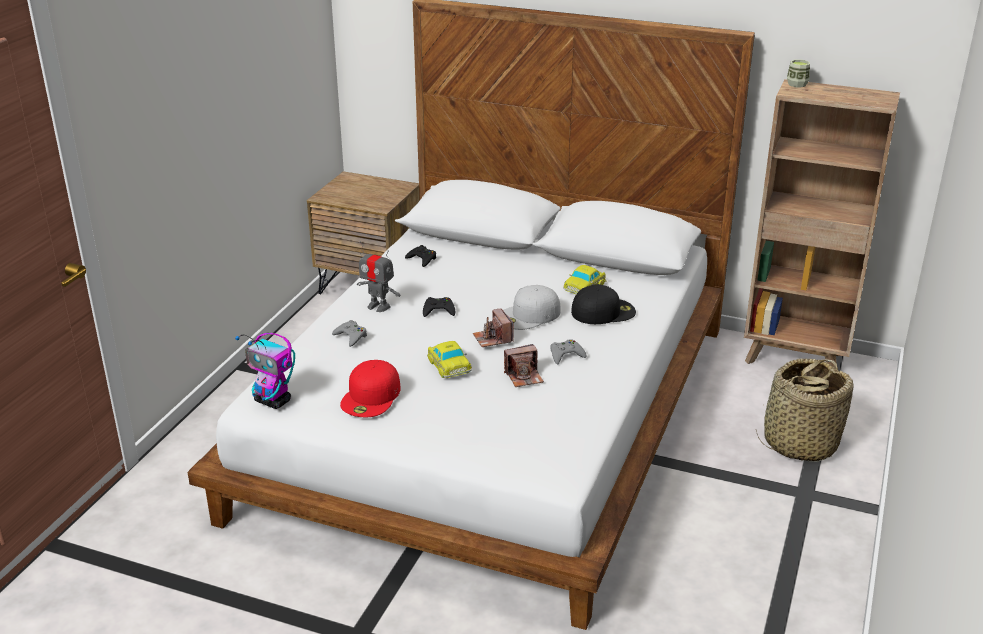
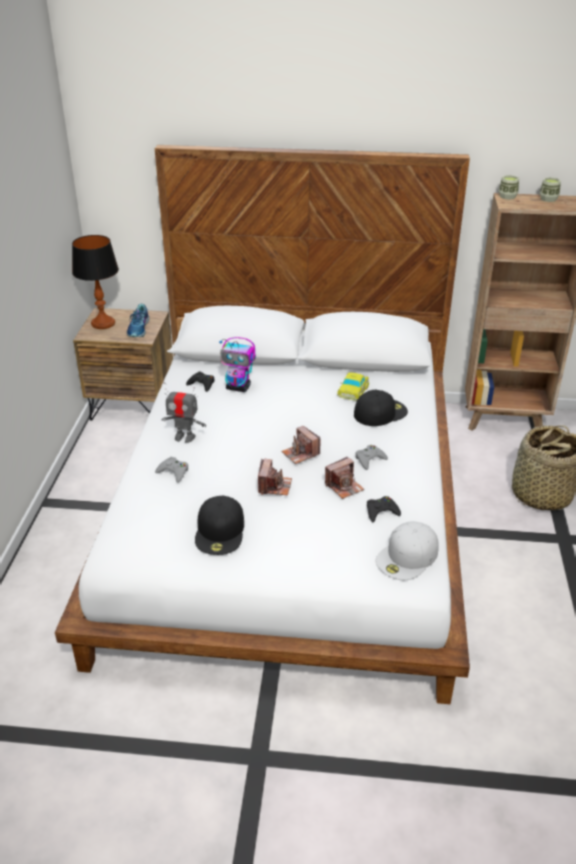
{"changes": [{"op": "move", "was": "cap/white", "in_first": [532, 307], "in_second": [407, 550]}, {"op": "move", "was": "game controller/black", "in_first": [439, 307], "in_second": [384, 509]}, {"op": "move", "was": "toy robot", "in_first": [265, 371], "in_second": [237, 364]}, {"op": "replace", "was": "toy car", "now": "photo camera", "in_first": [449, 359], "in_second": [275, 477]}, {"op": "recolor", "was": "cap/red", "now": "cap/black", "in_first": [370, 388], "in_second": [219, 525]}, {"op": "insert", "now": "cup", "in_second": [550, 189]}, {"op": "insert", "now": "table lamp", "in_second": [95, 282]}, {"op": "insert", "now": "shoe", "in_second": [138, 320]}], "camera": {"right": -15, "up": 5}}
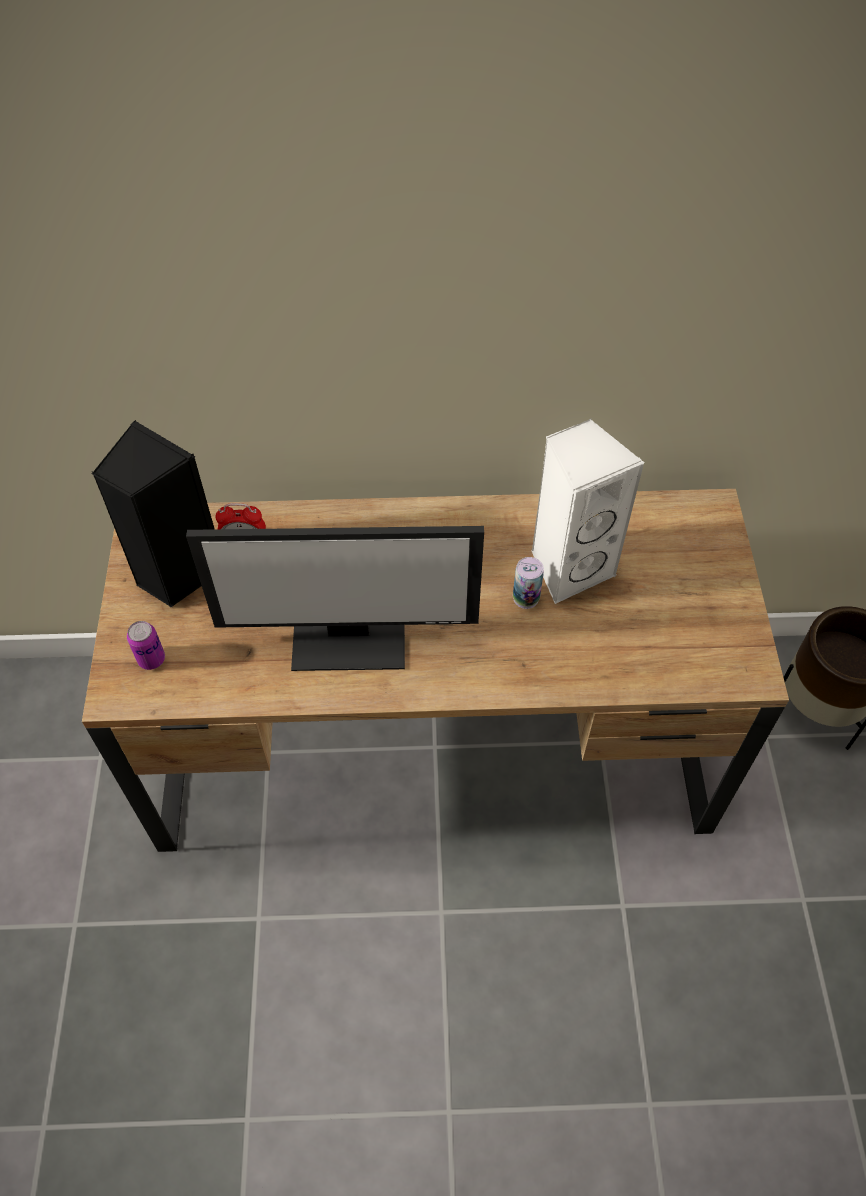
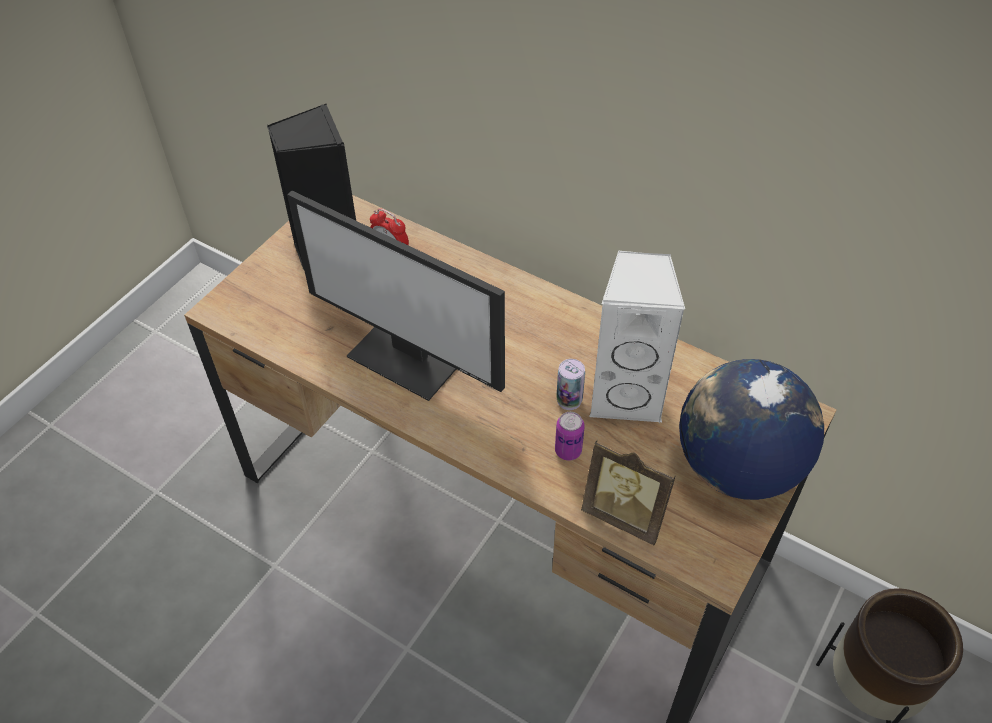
{"changes": [{"op": "move", "was": "can", "in_first": [146, 645], "in_second": [570, 436]}, {"op": "insert", "now": "globe", "in_second": [751, 429]}, {"op": "insert", "now": "picture frame", "in_second": [628, 492]}], "camera": {"right": 35, "up": -5}}
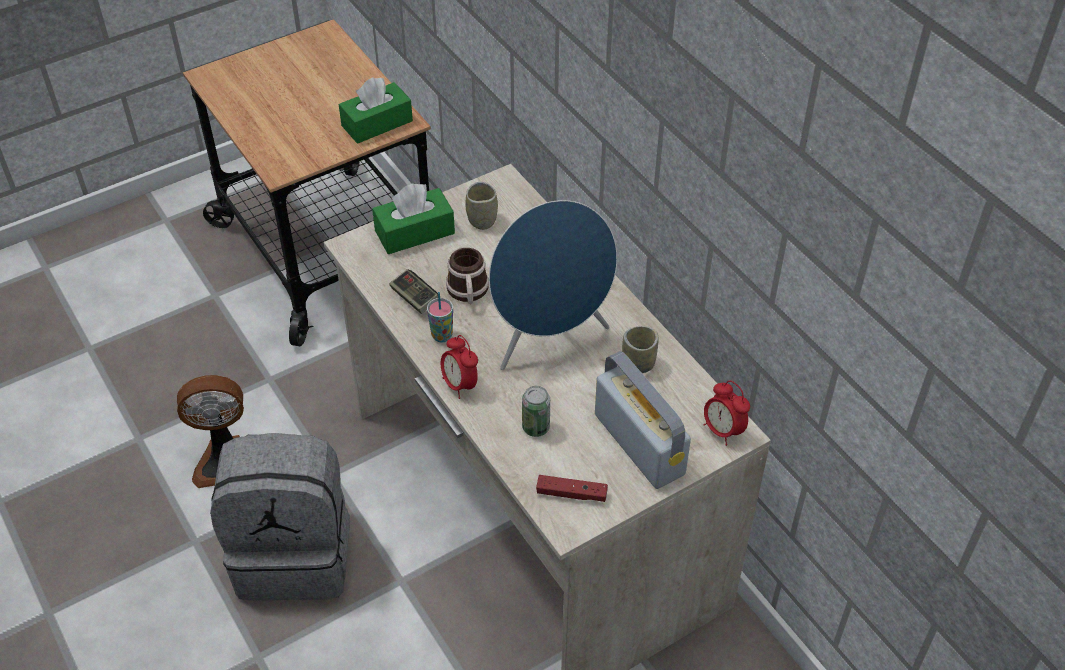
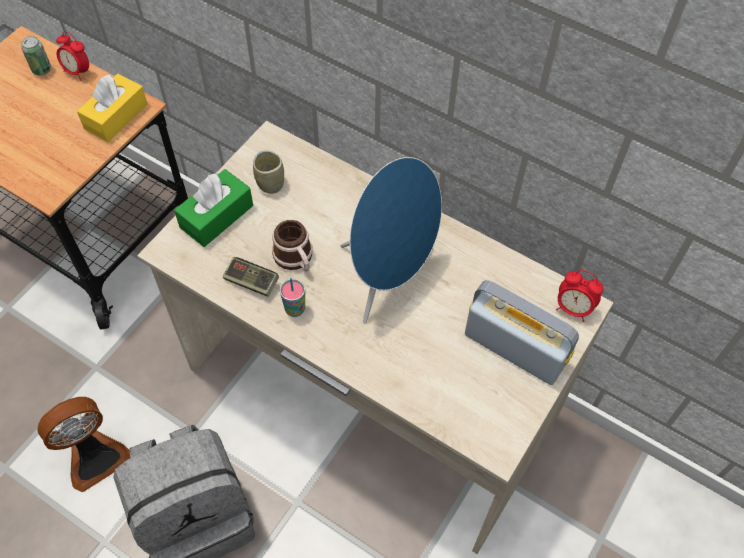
{"changes": [{"op": "recolor", "was": "tissue box/green", "now": "tissue box/yellow", "in_first": [376, 110], "in_second": [112, 108]}, {"op": "delete", "was": "cup", "in_first": [640, 349]}, {"op": "move", "was": "alarm clock", "in_first": [459, 367], "in_second": [72, 56]}, {"op": "move", "was": "can", "in_first": [536, 411], "in_second": [36, 56]}, {"op": "delete", "was": "game controller/red", "in_first": [572, 488]}], "camera": {"right": -25, "up": 10}}
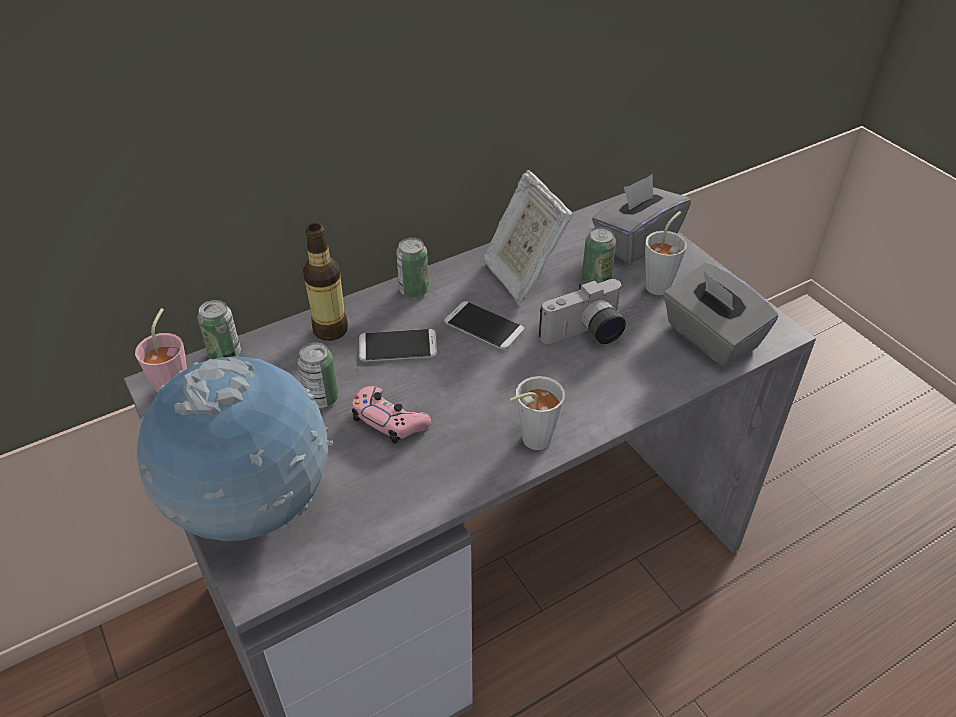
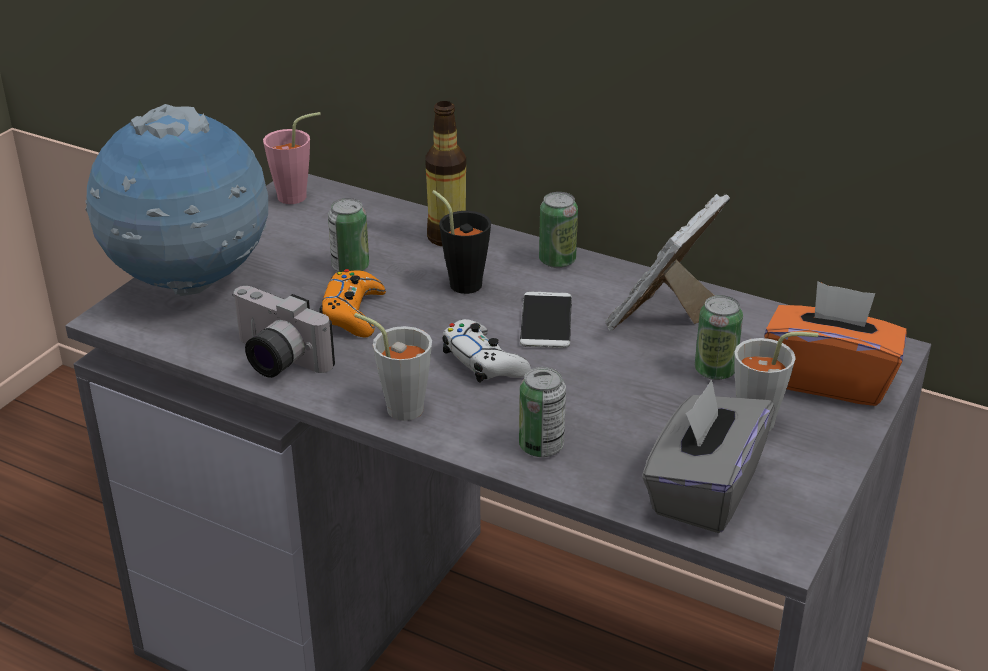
{"changes": [{"op": "recolor", "was": "tissue box/grey", "now": "tissue box/orange", "in_first": [641, 219], "in_second": [835, 343]}, {"op": "move", "was": "photo camera", "in_first": [582, 311], "in_second": [283, 332]}, {"op": "move", "was": "can", "in_first": [219, 329], "in_second": [542, 412]}, {"op": "replace", "was": "phone", "now": "cup/black", "in_first": [398, 345], "in_second": [461, 242]}, {"op": "recolor", "was": "game controller/pink", "now": "game controller/orange", "in_first": [391, 415], "in_second": [352, 303]}, {"op": "insert", "now": "game controller/white", "in_second": [486, 350]}], "camera": {"right": 60, "up": -10}}
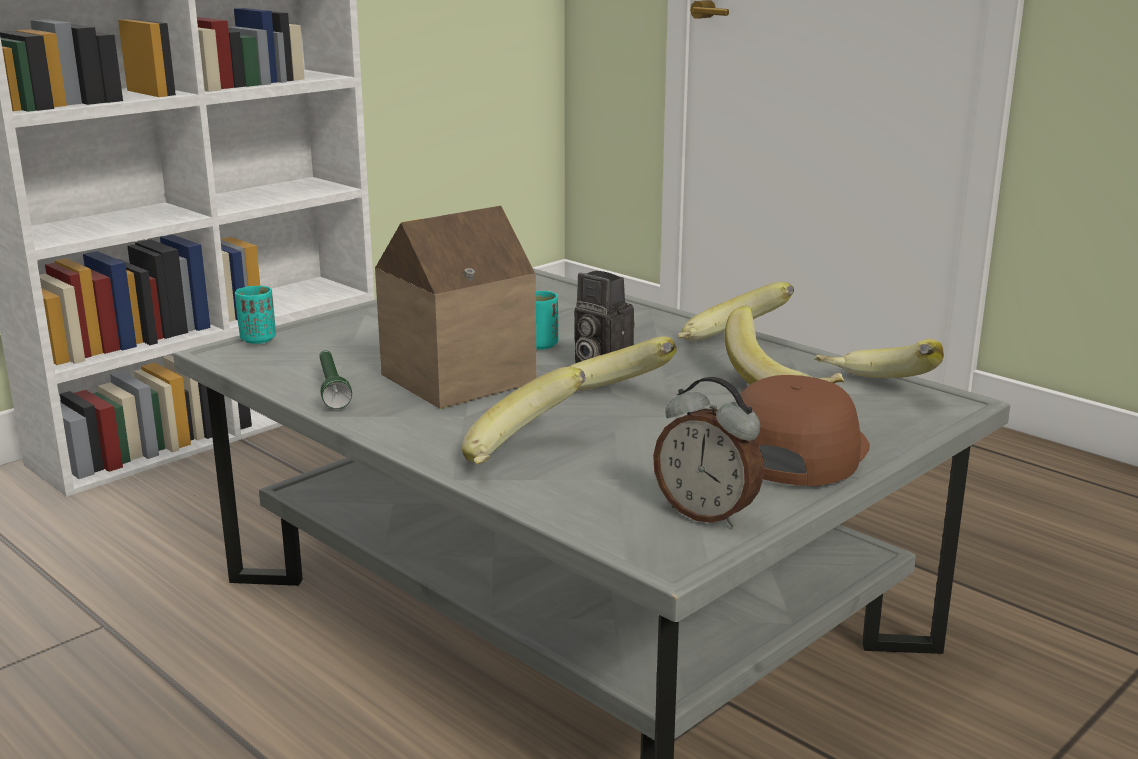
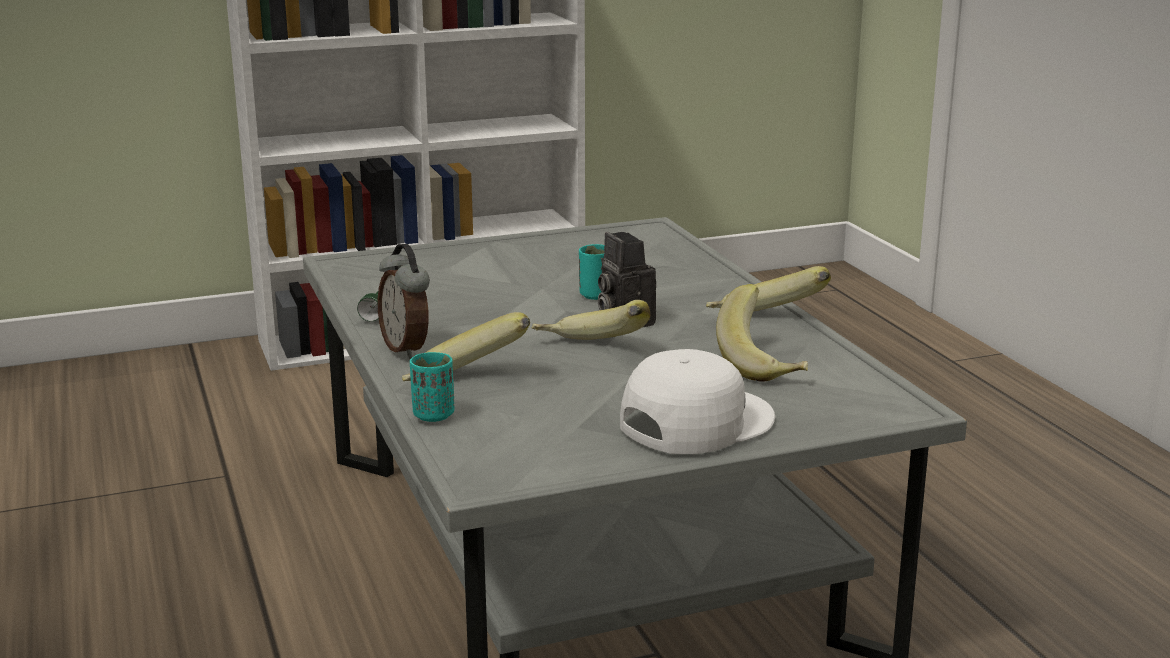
{"changes": [{"op": "delete", "was": "toy house", "in_first": [456, 307]}, {"op": "move", "was": "cup/turquoise", "in_first": [255, 315], "in_second": [432, 387]}, {"op": "delete", "was": "banana", "in_first": [879, 358]}, {"op": "recolor", "was": "cap/brown", "now": "cap/white", "in_first": [803, 430], "in_second": [697, 401]}, {"op": "move", "was": "alarm clock", "in_first": [708, 452], "in_second": [404, 301]}], "camera": {"right": 25, "up": 0}}
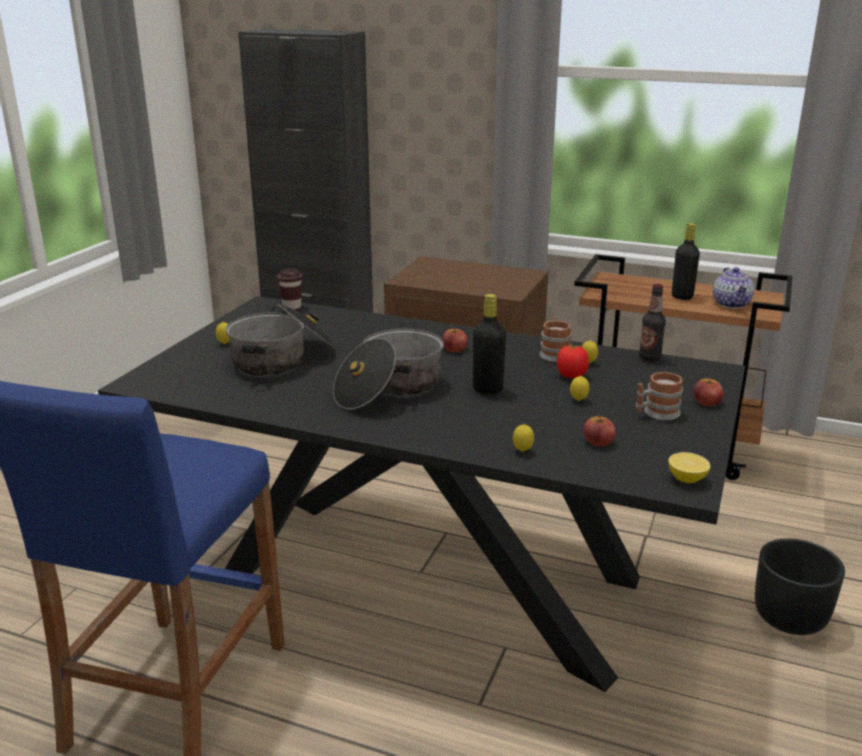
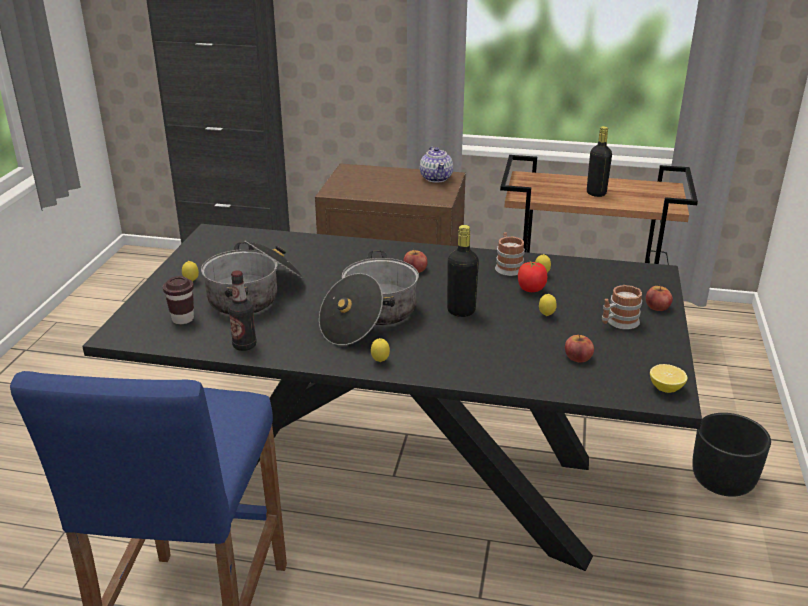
{"changes": [{"op": "move", "was": "teapot", "in_first": [733, 288], "in_second": [436, 164]}, {"op": "move", "was": "cup/brown", "in_first": [290, 289], "in_second": [178, 300]}, {"op": "move", "was": "bottle", "in_first": [652, 322], "in_second": [242, 310]}, {"op": "move", "was": "lemon", "in_first": [523, 438], "in_second": [380, 350]}], "camera": {"right": -10, "up": 5}}
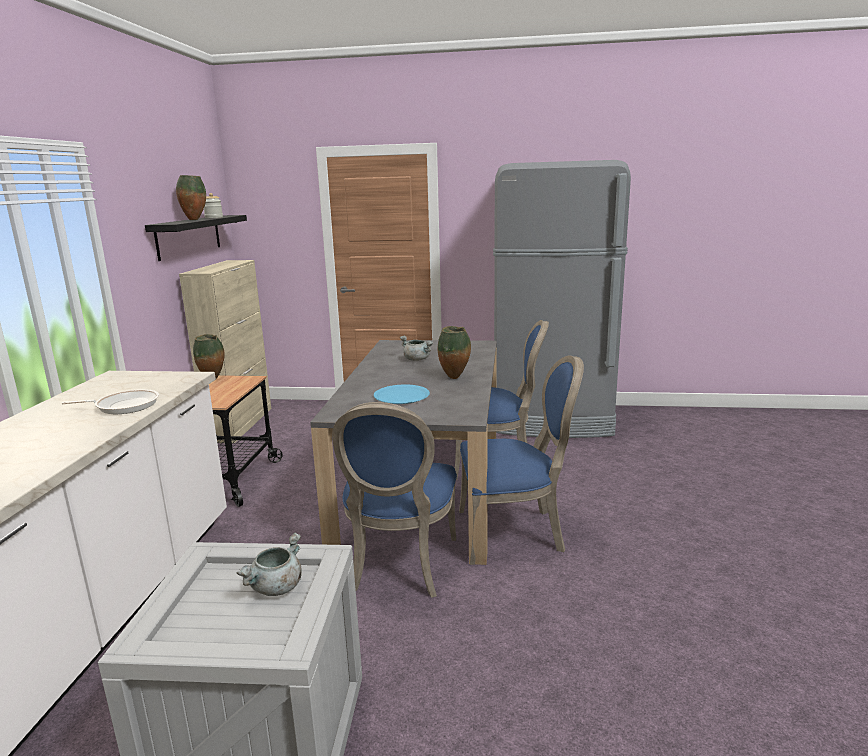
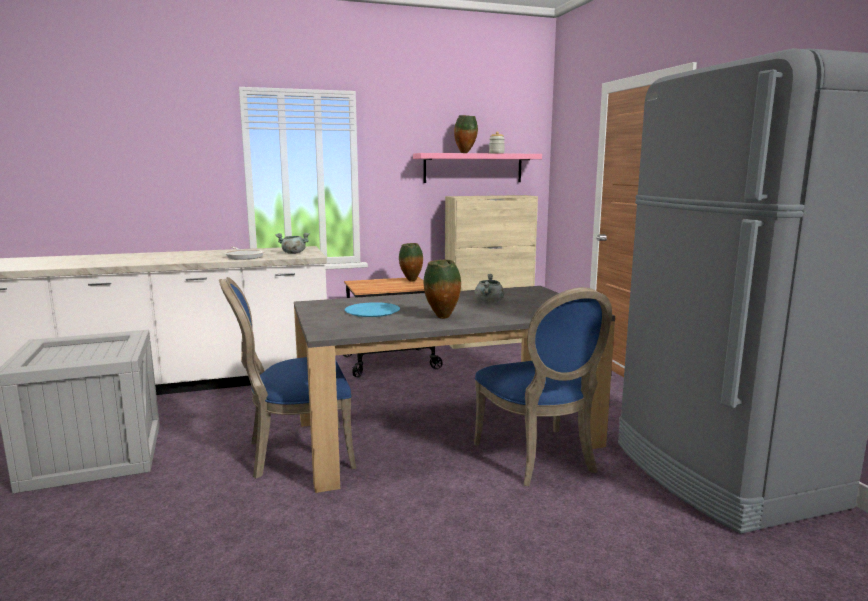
{"changes": [{"op": "recolor", "was": "shelf/black", "now": "shelf/pink", "in_first": [196, 238], "in_second": [477, 168]}, {"op": "delete", "was": "chair/blue", "in_first": [521, 460]}, {"op": "move", "was": "cooking pot/grey", "in_first": [269, 564], "in_second": [293, 243]}], "camera": {"right": 65, "up": -5}}
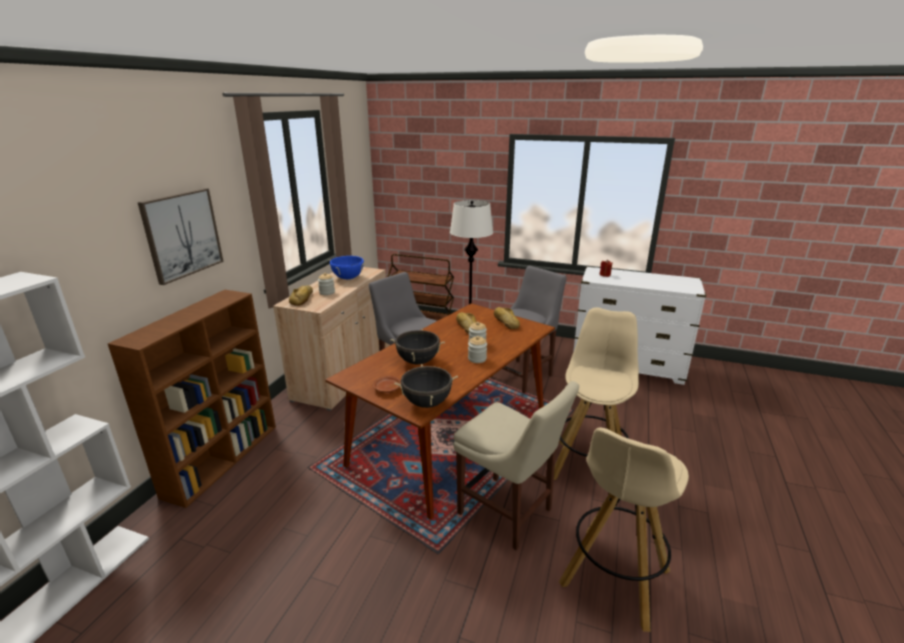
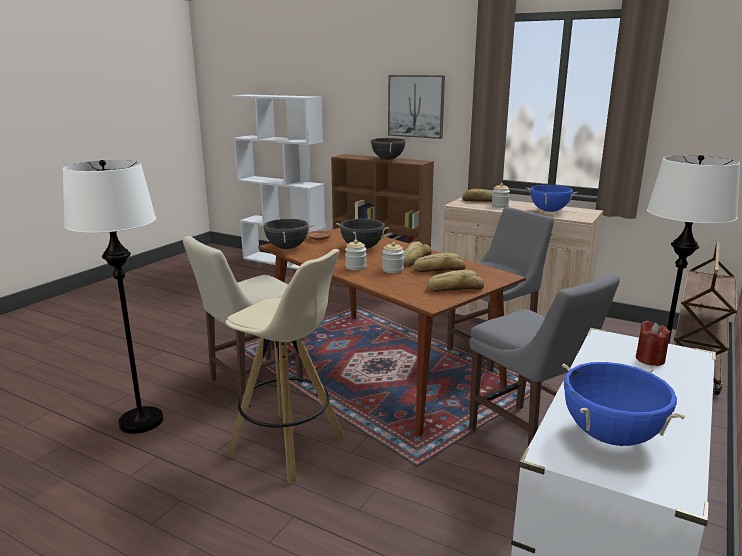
{"changes": [{"op": "replace", "was": "stool/beige", "now": "floor lamp/white", "in_first": [624, 530], "in_second": [113, 297]}, {"op": "insert", "now": "cooking pot/black", "in_second": [388, 149]}, {"op": "insert", "now": "bread", "in_second": [417, 253]}, {"op": "insert", "now": "cooking pot/blue", "in_second": [623, 404]}], "camera": {"right": 100, "up": -5}}
